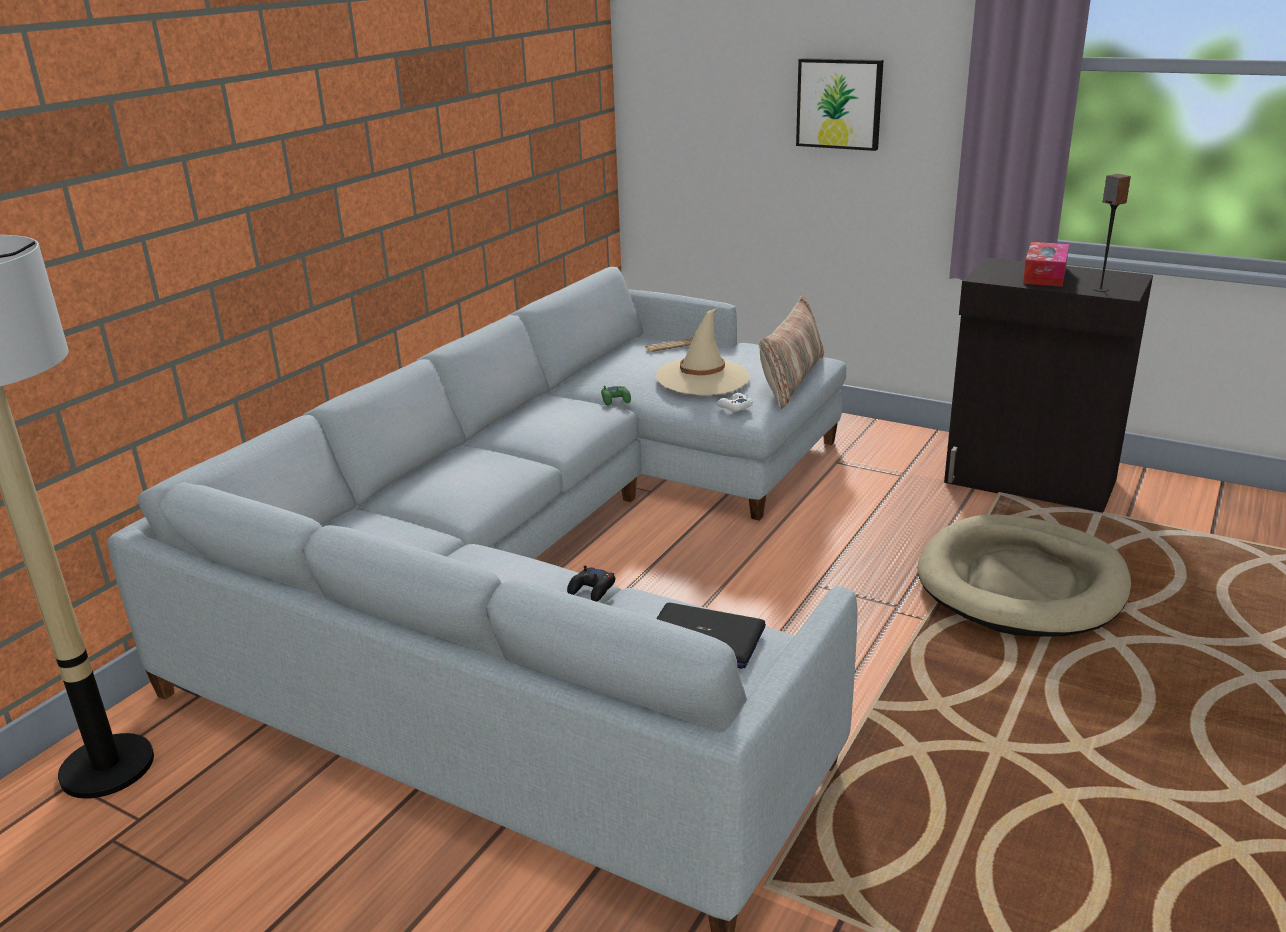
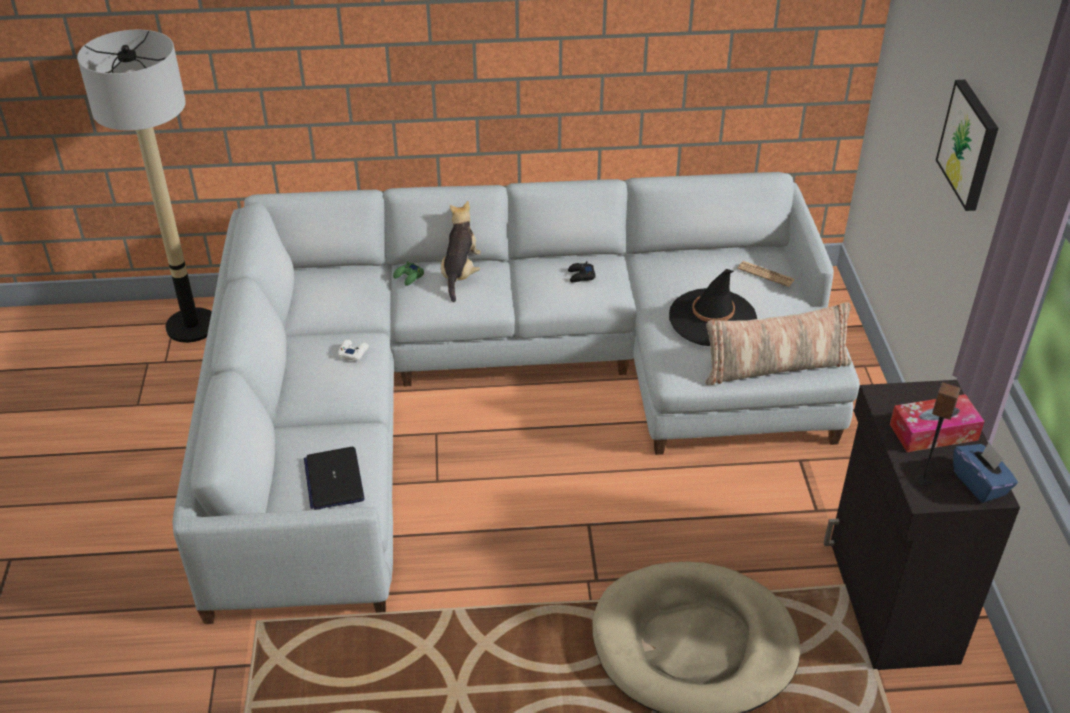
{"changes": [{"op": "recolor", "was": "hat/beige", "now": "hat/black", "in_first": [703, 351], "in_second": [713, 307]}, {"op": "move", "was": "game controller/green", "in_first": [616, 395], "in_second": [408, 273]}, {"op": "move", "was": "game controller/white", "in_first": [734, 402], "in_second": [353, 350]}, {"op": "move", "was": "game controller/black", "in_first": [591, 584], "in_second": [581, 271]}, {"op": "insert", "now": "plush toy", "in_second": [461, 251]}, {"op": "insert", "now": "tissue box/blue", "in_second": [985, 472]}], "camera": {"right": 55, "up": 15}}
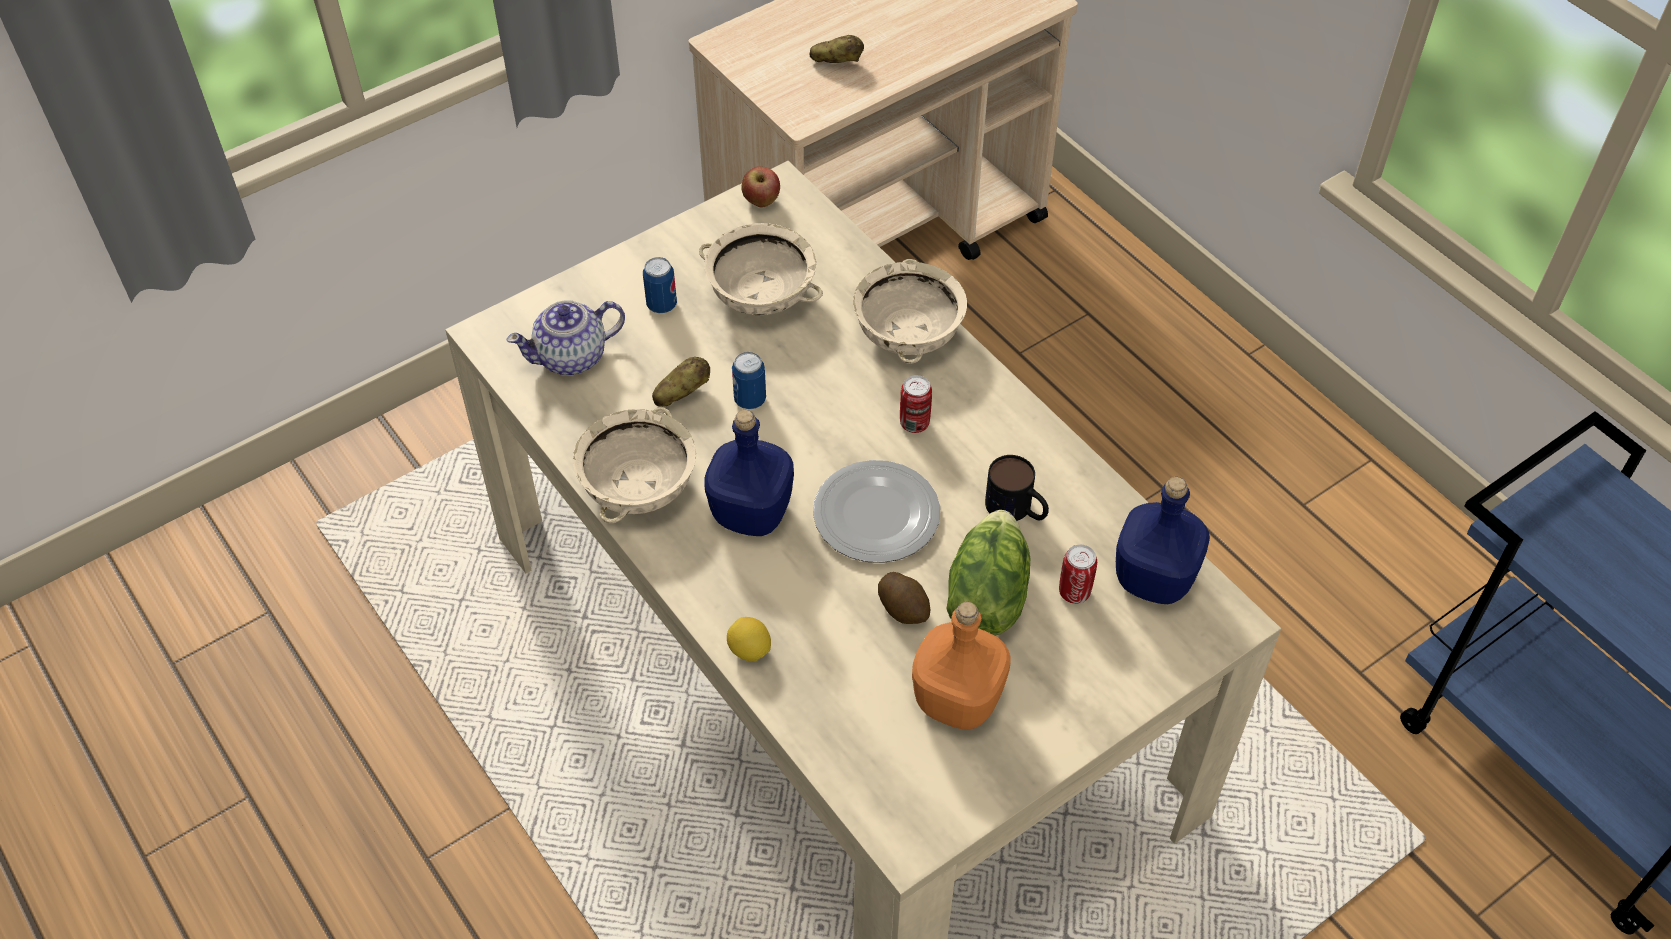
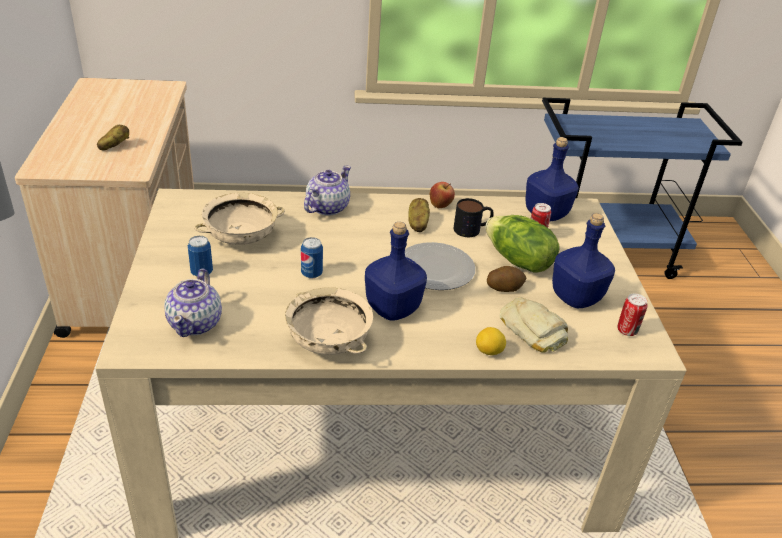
{"changes": [{"op": "move", "was": "apple", "in_first": [761, 187], "in_second": [442, 195]}, {"op": "replace", "was": "bowl/beige", "now": "teapot", "in_first": [910, 311], "in_second": [327, 190]}, {"op": "move", "was": "potato", "in_first": [681, 382], "in_second": [419, 215]}, {"op": "move", "was": "can", "in_first": [916, 404], "in_second": [632, 314]}, {"op": "recolor", "was": "bottle/orange", "now": "bottle/blue", "in_first": [961, 666], "in_second": [583, 260]}, {"op": "insert", "now": "bread", "in_second": [534, 324]}], "camera": {"right": -60, "up": -15}}
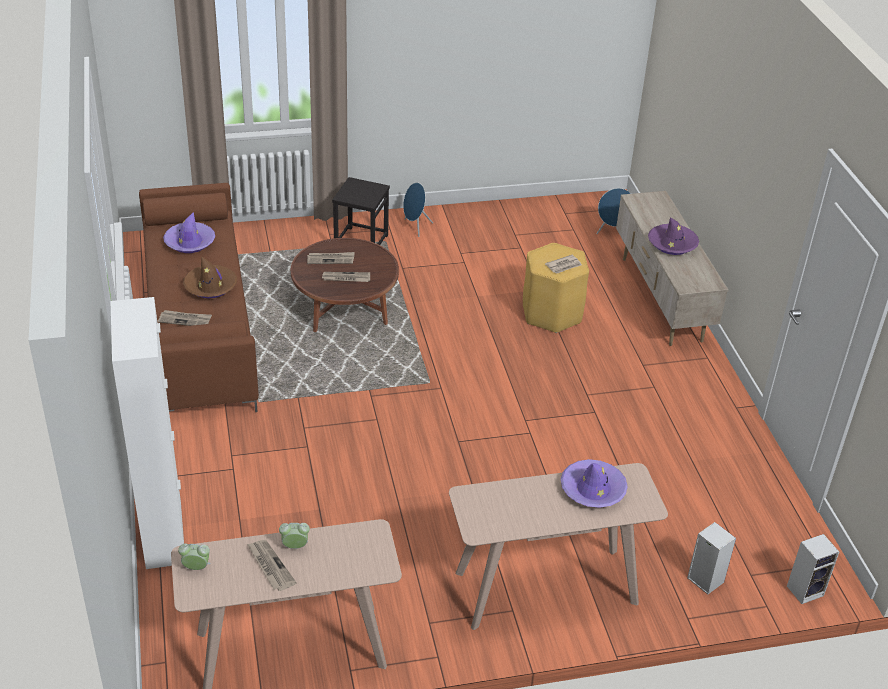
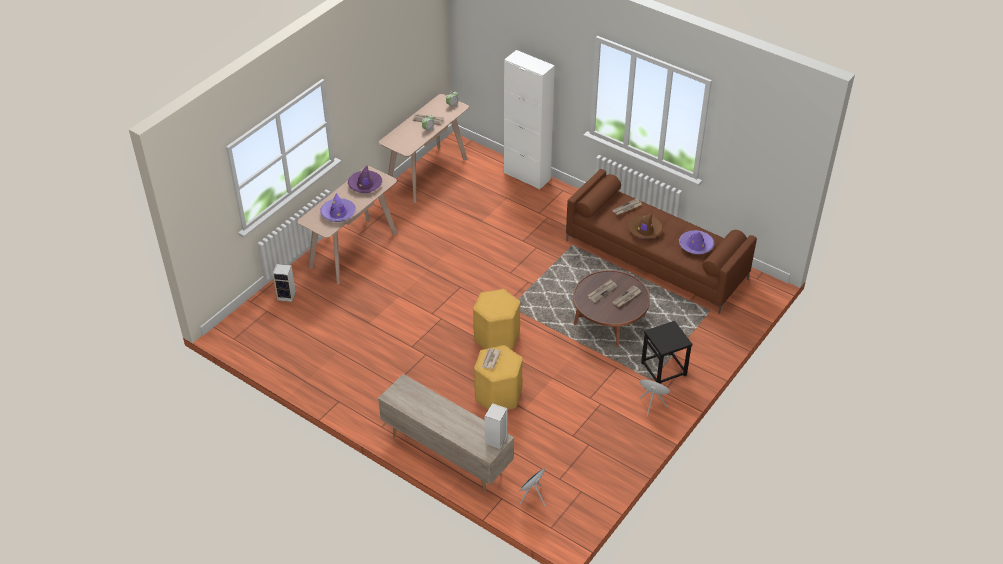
{"changes": [{"op": "move", "was": "hat/purple", "in_first": [673, 236], "in_second": [365, 179]}, {"op": "move", "was": "speaker", "in_first": [813, 569], "in_second": [496, 426]}, {"op": "insert", "now": "stool/yellow", "in_second": [496, 319]}], "camera": {"right": 140, "up": 5}}
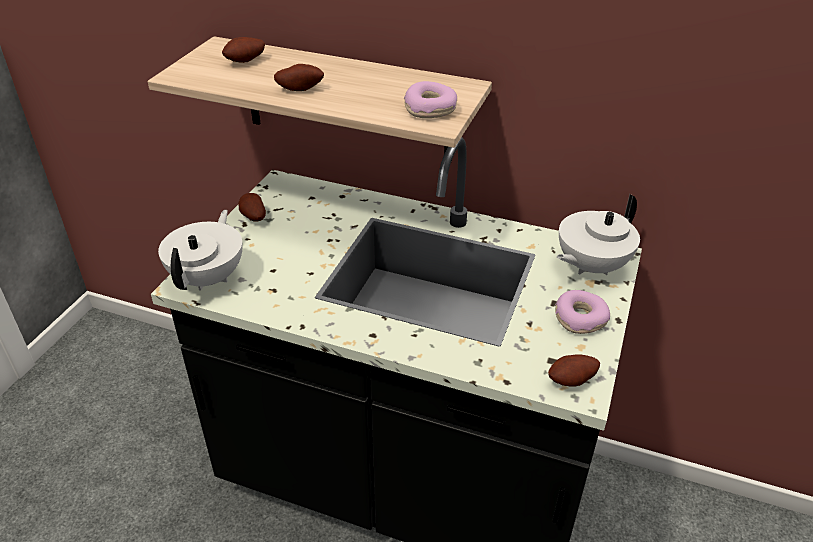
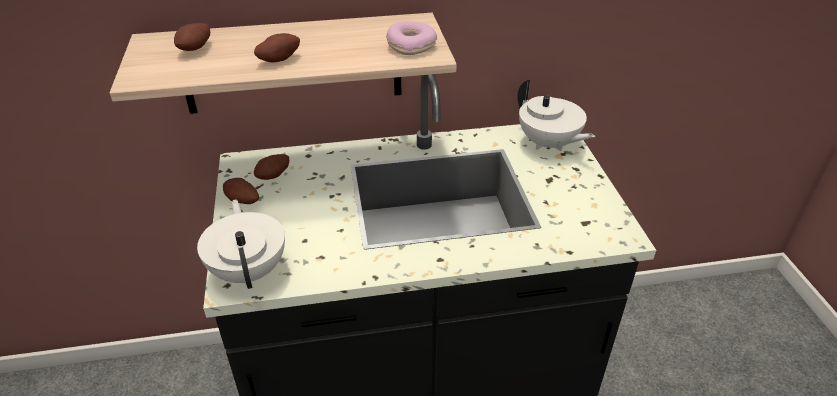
{"changes": [{"op": "rotate", "was": "teapot/white", "in_first": [598, 234], "in_second": [556, 115], "clockwise": -60}, {"op": "delete", "was": "donut", "in_first": [582, 312]}, {"op": "move", "was": "potato", "in_first": [574, 371], "in_second": [271, 167]}], "camera": {"right": -30, "up": 0}}
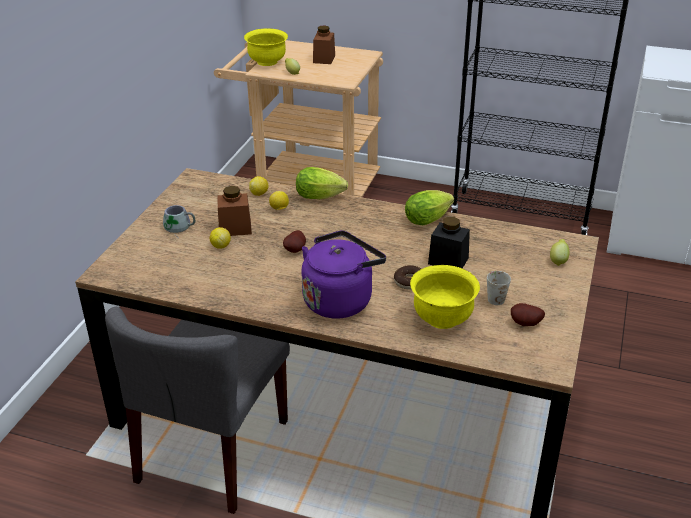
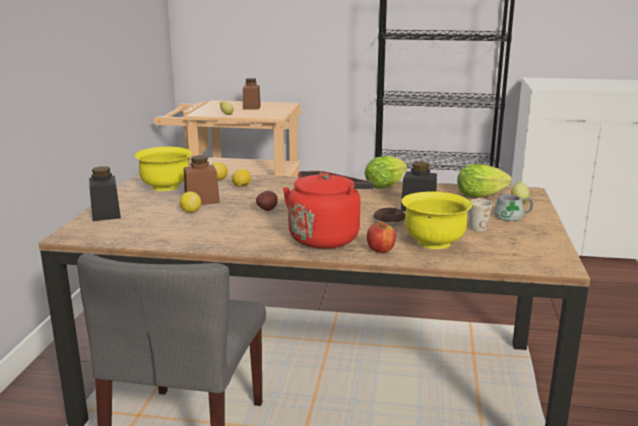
{"changes": [{"op": "move", "was": "bowl/yellow", "in_first": [266, 47], "in_second": [163, 169]}, {"op": "move", "was": "lettuce", "in_first": [322, 183], "in_second": [484, 180]}, {"op": "move", "was": "mug/grey", "in_first": [179, 221], "in_second": [513, 208]}, {"op": "recolor", "was": "kettle/purple", "now": "kettle/red", "in_first": [343, 275], "in_second": [328, 210]}, {"op": "delete", "was": "potato", "in_first": [528, 314]}, {"op": "insert", "now": "jar/black", "in_second": [105, 193]}, {"op": "insert", "now": "apple", "in_second": [381, 237]}], "camera": {"right": -10, "up": -15}}
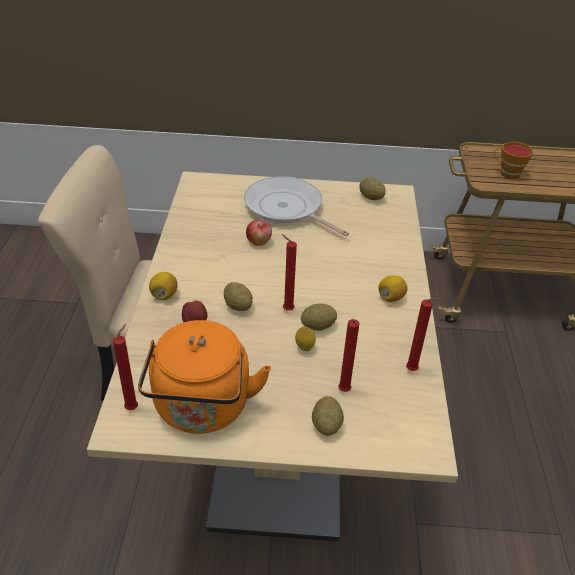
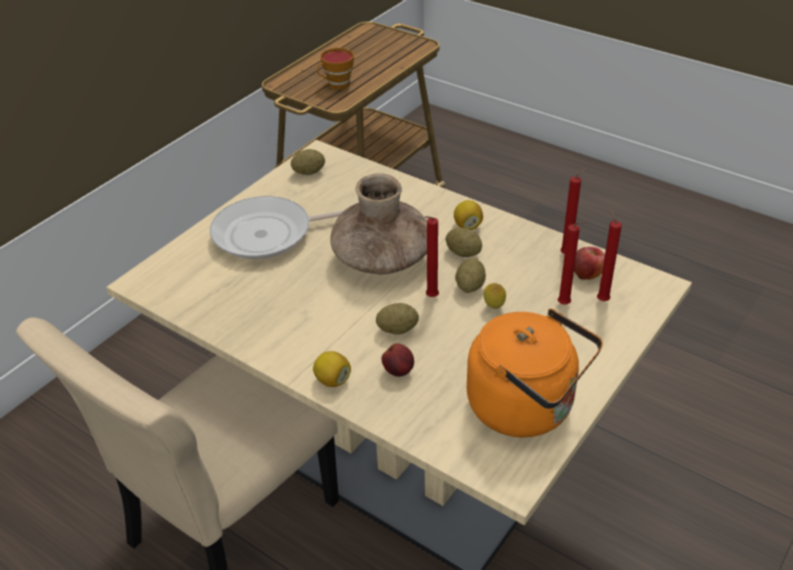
{"changes": [{"op": "move", "was": "apple", "in_first": [259, 233], "in_second": [589, 263]}, {"op": "move", "was": "candle/red", "in_first": [125, 367], "in_second": [609, 255]}, {"op": "move", "was": "potato", "in_first": [328, 416], "in_second": [464, 242]}, {"op": "insert", "now": "vase/brown", "in_second": [378, 223]}], "camera": {"right": -55, "up": 0}}
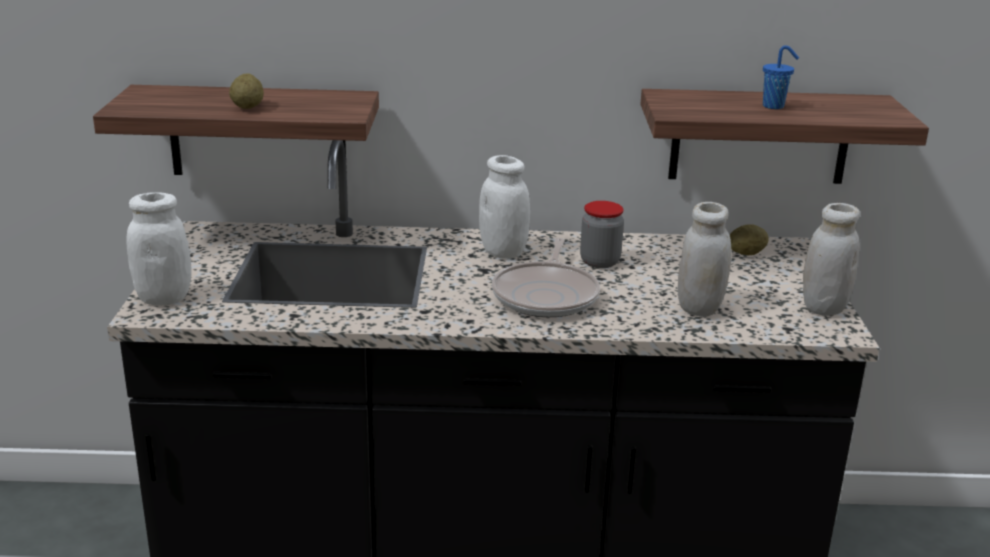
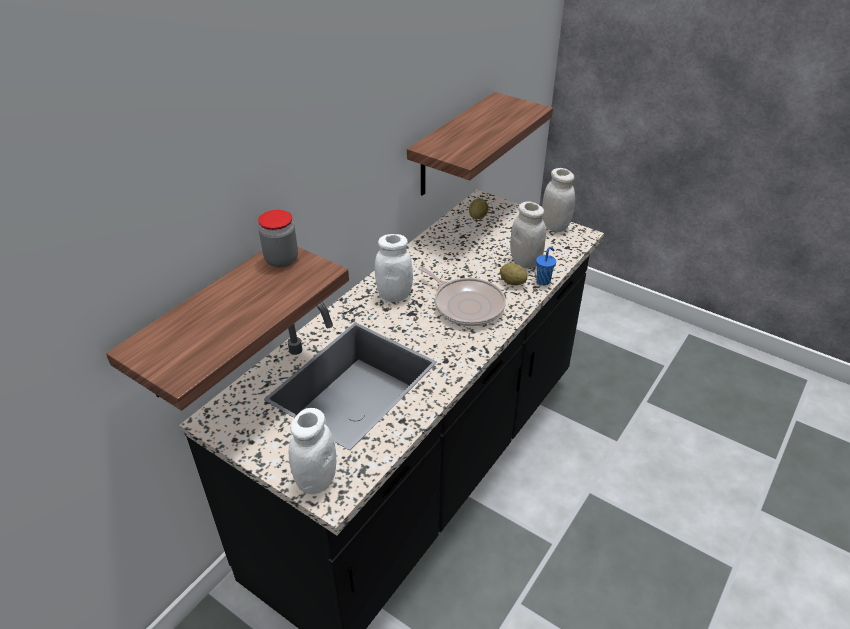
{"changes": [{"op": "move", "was": "cup/blue", "in_first": [781, 77], "in_second": [546, 266]}, {"op": "move", "was": "potato", "in_first": [246, 91], "in_second": [514, 274]}, {"op": "move", "was": "jar", "in_first": [602, 234], "in_second": [278, 238]}], "camera": {"right": -55, "up": 15}}
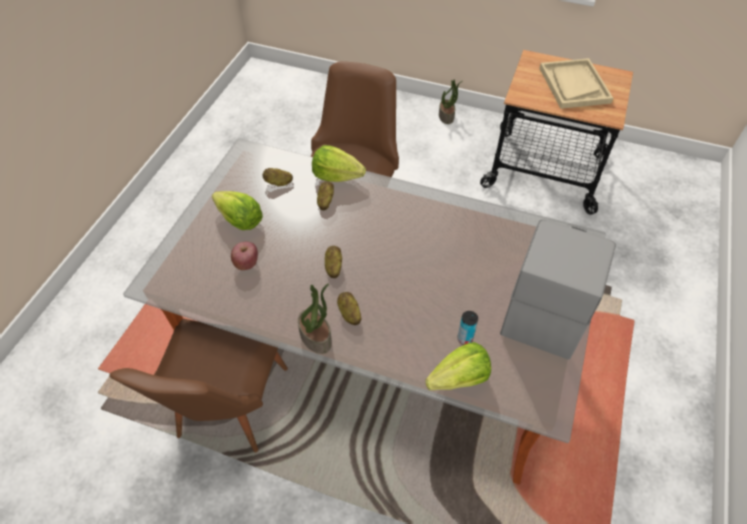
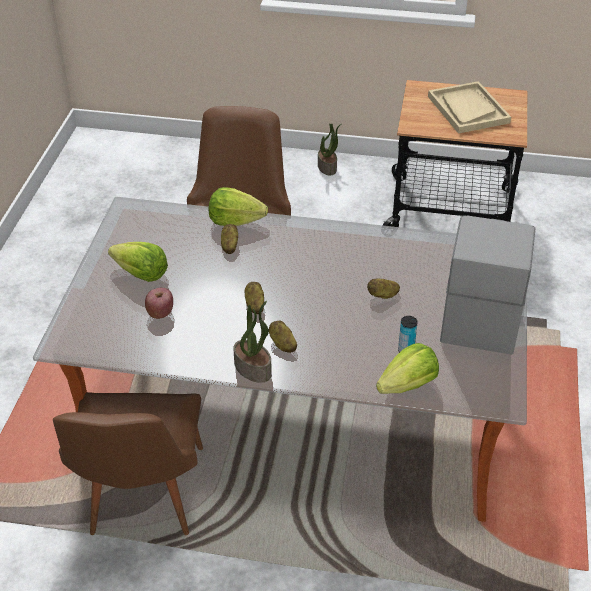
{"changes": [{"op": "move", "was": "potato", "in_first": [277, 177], "in_second": [383, 289]}], "camera": {"right": -10, "up": -10}}
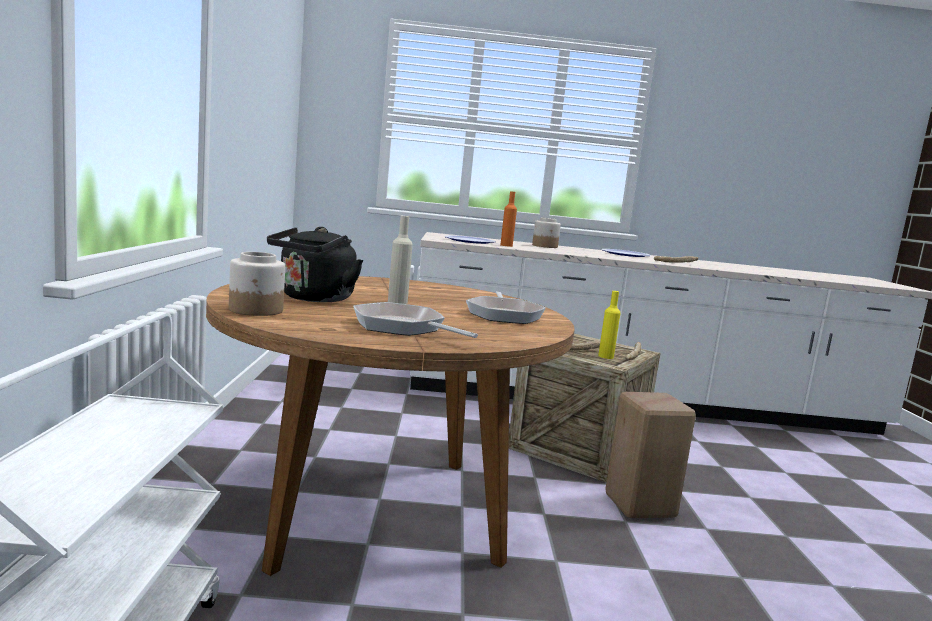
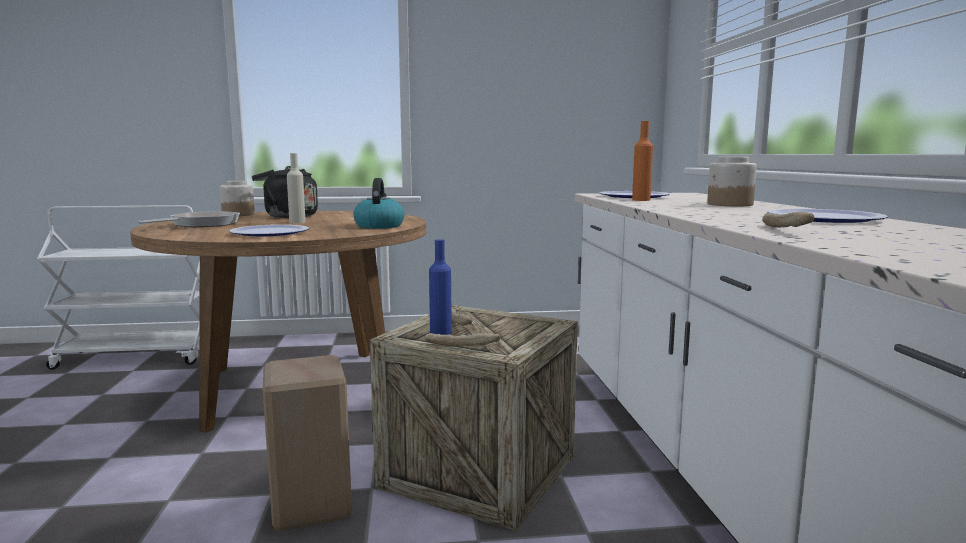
{"changes": [{"op": "replace", "was": "frying pan", "now": "plate", "in_first": [506, 307], "in_second": [269, 230]}, {"op": "recolor", "was": "bottle/yellow", "now": "bottle/blue", "in_first": [609, 325], "in_second": [440, 287]}, {"op": "insert", "now": "kettle", "in_second": [378, 203]}], "camera": {"right": 85, "up": 0}}
